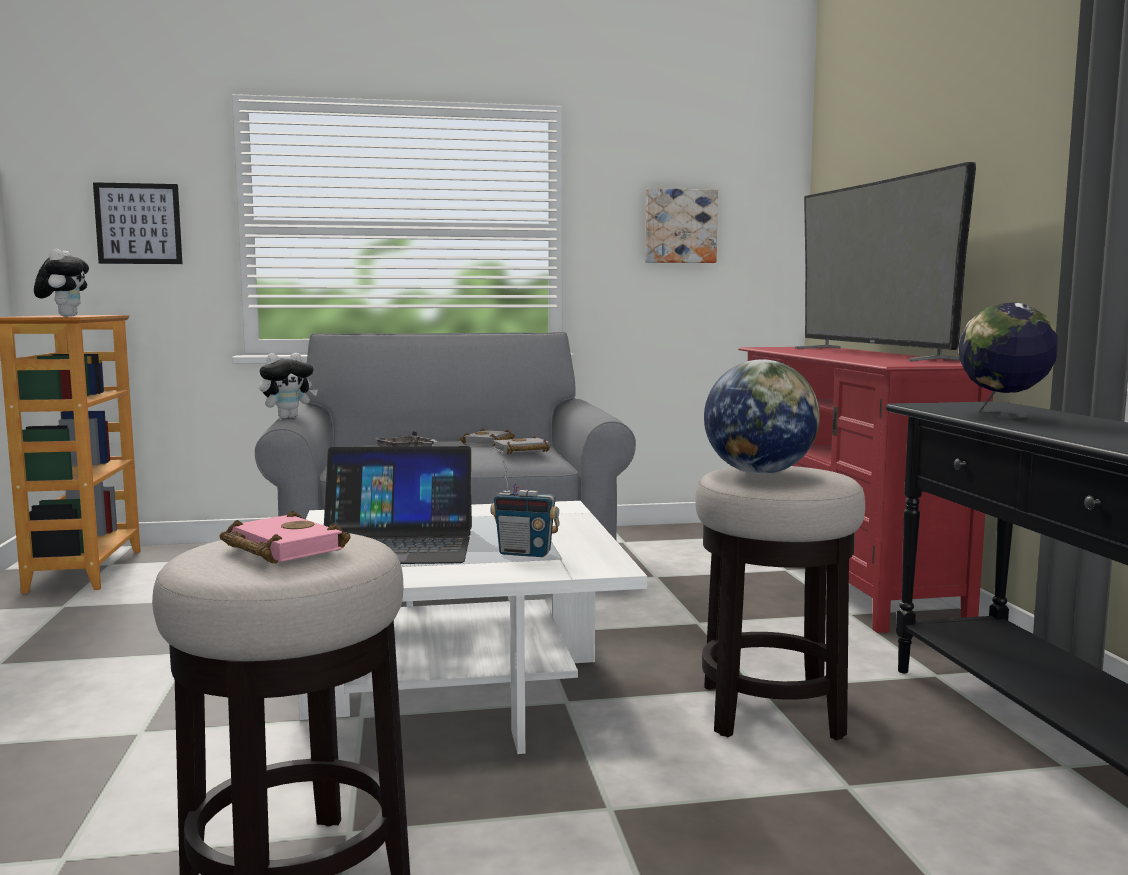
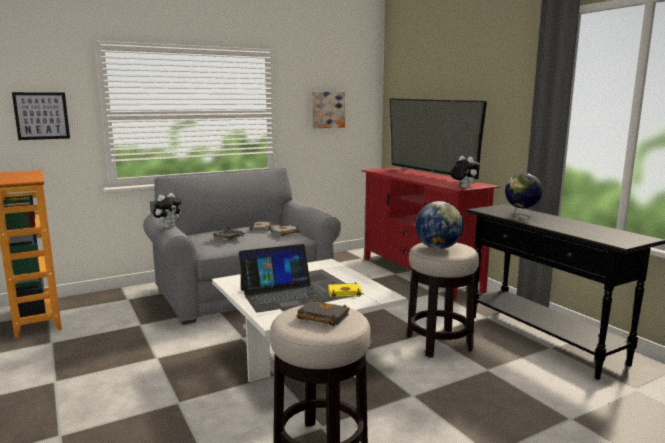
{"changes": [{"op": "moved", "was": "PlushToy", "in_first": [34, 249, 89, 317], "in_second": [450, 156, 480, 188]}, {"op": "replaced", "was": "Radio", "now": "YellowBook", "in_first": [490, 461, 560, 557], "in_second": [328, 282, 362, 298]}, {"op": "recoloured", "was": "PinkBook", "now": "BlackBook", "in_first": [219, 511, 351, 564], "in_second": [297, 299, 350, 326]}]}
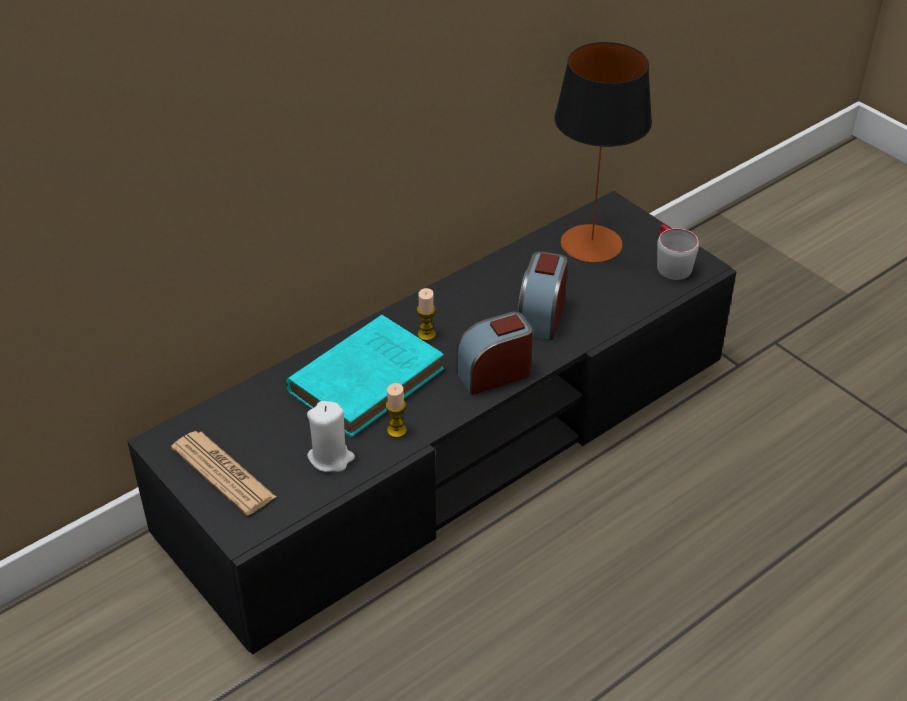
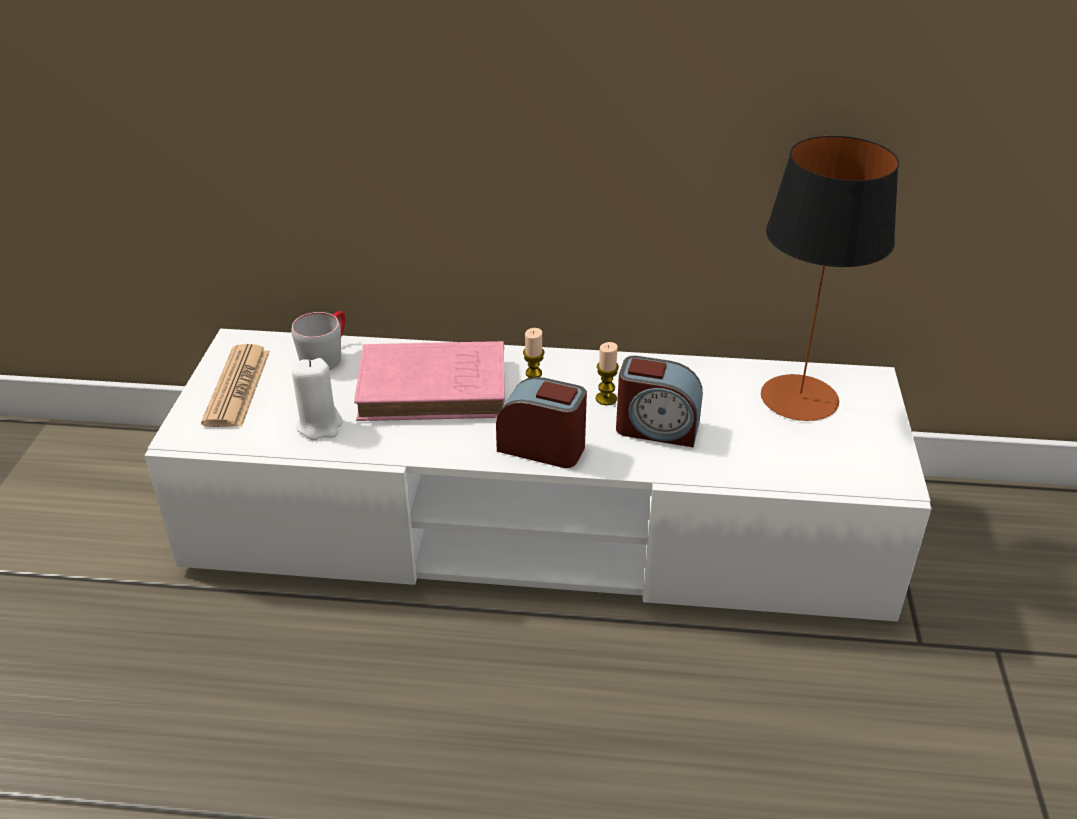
{"changes": [{"op": "moved", "was": "Candle", "in_first": [386, 383, 407, 438], "in_second": [596, 342, 619, 405]}, {"op": "moved", "was": "GreyMug", "in_first": [657, 225, 699, 280], "in_second": [291, 311, 345, 370]}, {"op": "recoloured", "was": "BlackTvStand", "now": "WhiteTvStand", "in_first": [127, 191, 737, 655], "in_second": [144, 329, 931, 622]}, {"op": "recoloured", "was": "TurquoiseBook", "now": "PinkBook", "in_first": [286, 315, 444, 437], "in_second": [354, 341, 505, 421]}, {"op": "turned", "was": "AlarmClock", "in_first": [518, 251, 568, 340], "in_second": [616, 356, 703, 447], "clockwise": -135}]}
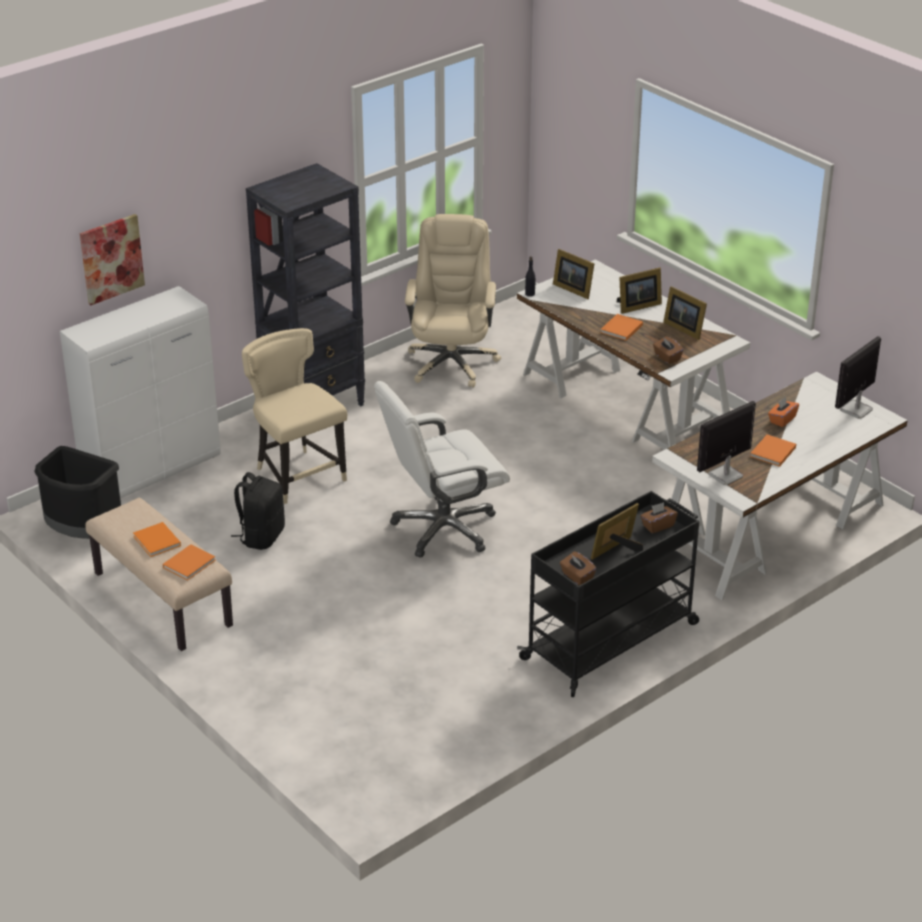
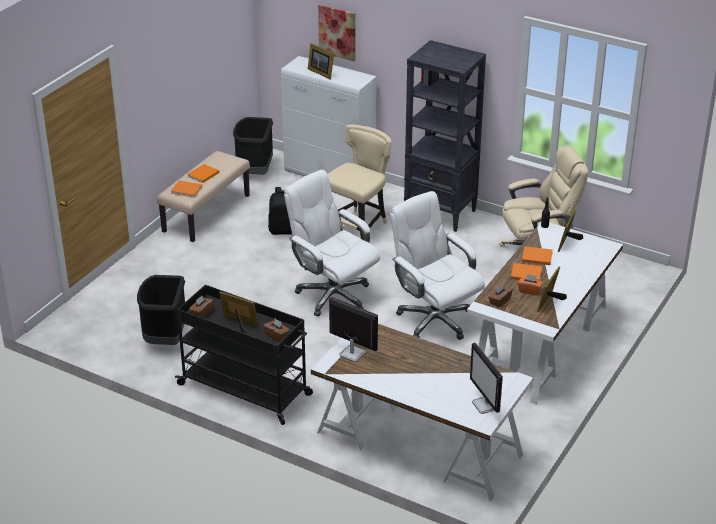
{"changes": [{"op": "added", "now": "BlackTrashCan", "in_second": [137, 275, 185, 345]}, {"op": "added", "now": "WhiteOfficeChair", "in_second": [390, 191, 485, 340]}, {"op": "moved", "was": "PictureFrame", "in_first": [617, 268, 662, 314], "in_second": [308, 43, 334, 80]}, {"op": "moved", "was": "OrangeBook", "in_first": [750, 435, 796, 467], "in_second": [522, 246, 553, 265]}, {"op": "moved", "was": "OrangeTissueBox", "in_first": [768, 397, 799, 427], "in_second": [518, 274, 543, 295]}, {"op": "turned", "was": "Monitor", "in_first": [835, 336, 881, 419], "in_second": [470, 343, 503, 414], "clockwise": -135}]}
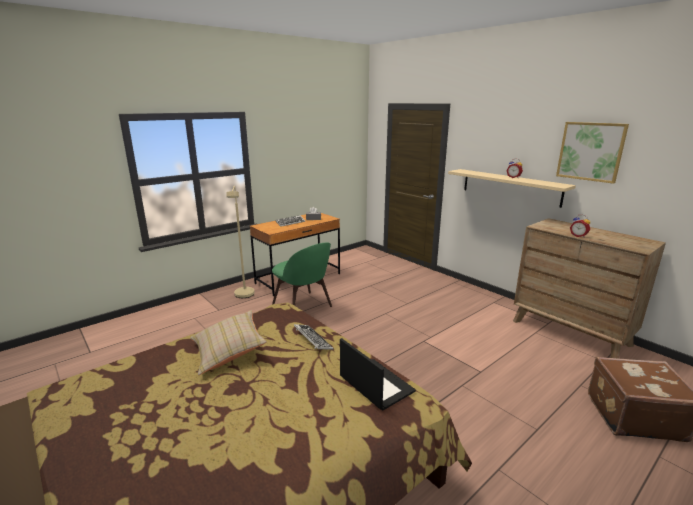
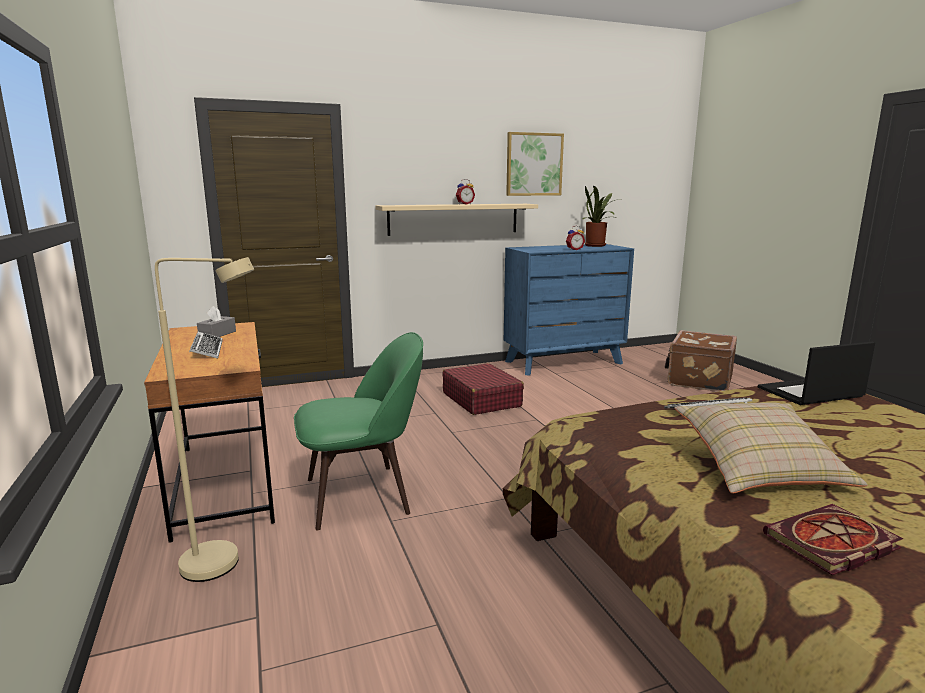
{"changes": [{"op": "added", "now": "RedSuitcase", "in_second": [442, 363, 524, 415]}, {"op": "added", "now": "PottedPlant", "in_second": [582, 186, 621, 247]}, {"op": "added", "now": "Book", "in_second": [763, 504, 903, 575]}, {"op": "recoloured", "was": "BrownDresser", "now": "BlueDresser", "in_first": [513, 218, 666, 359], "in_second": [504, 244, 634, 376]}]}
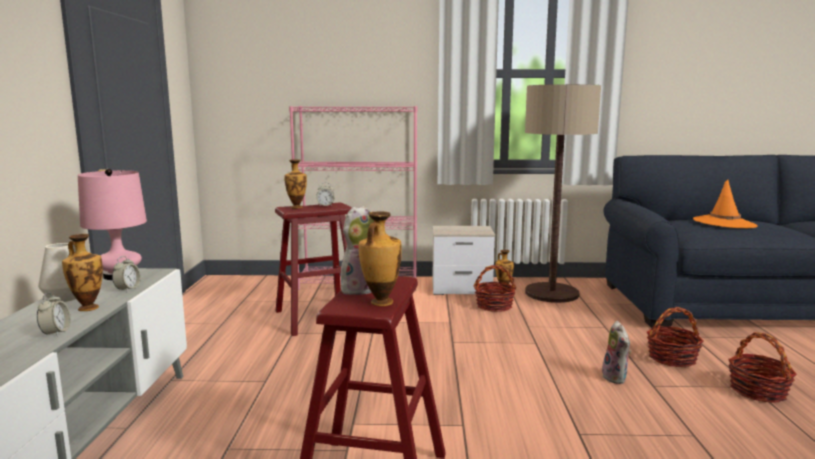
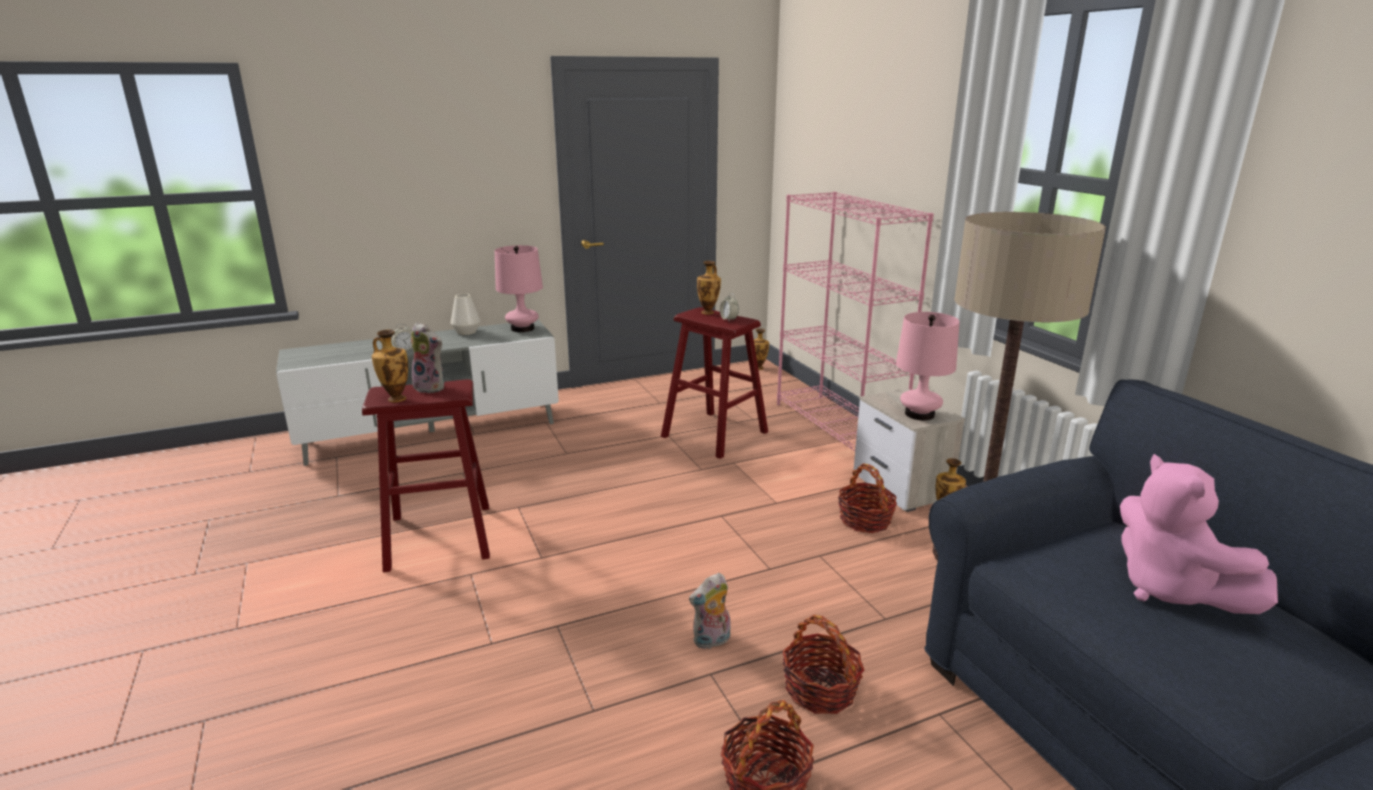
{"changes": [{"op": "removed", "was": "AlarmClock", "in_first": [112, 256, 141, 292]}, {"op": "added", "now": "PinkTableLamp", "in_second": [896, 312, 960, 420]}, {"op": "moved", "was": "Vase", "in_first": [62, 234, 103, 311], "in_second": [754, 328, 769, 370]}, {"op": "replaced", "was": "OrangeHat", "now": "PinkPlushToy", "in_first": [693, 180, 757, 228], "in_second": [1120, 454, 1278, 614]}]}
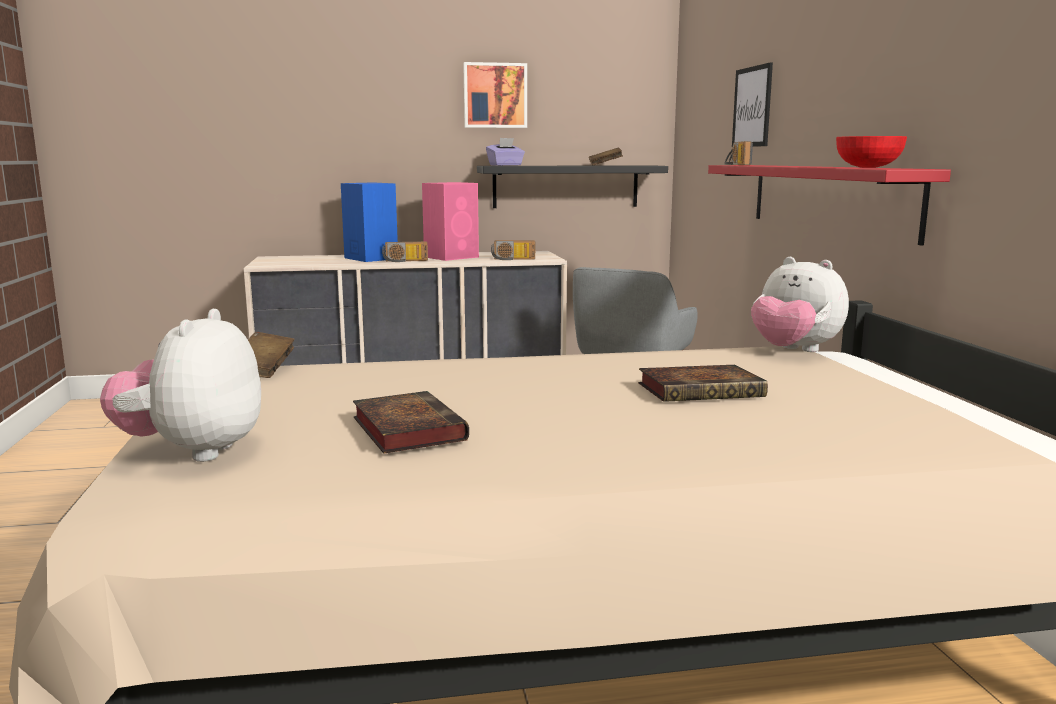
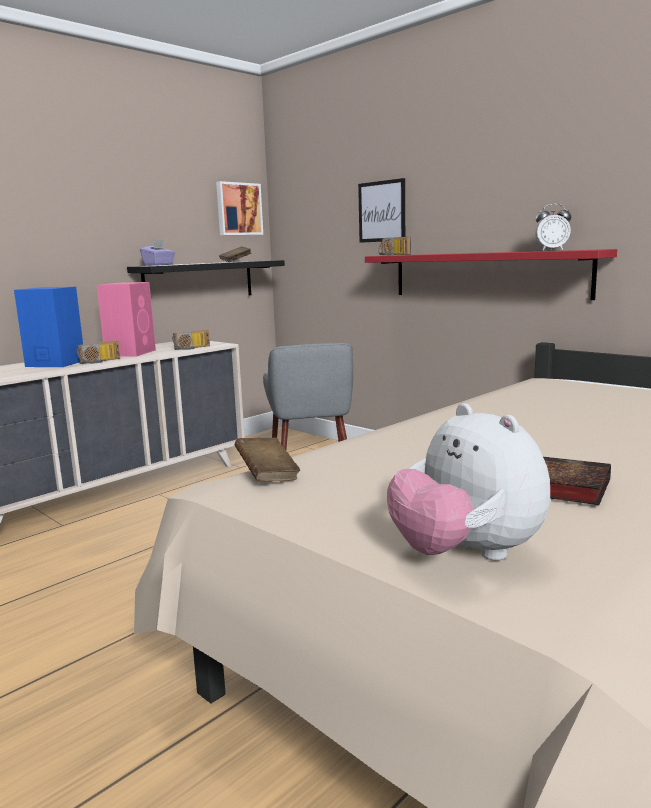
{"changes": [{"op": "removed", "was": "Book", "in_first": [638, 365, 768, 402]}, {"op": "removed", "was": "PlushToy", "in_first": [751, 257, 849, 352]}, {"op": "moved", "was": "Picture", "in_first": [463, 62, 527, 128], "in_second": [216, 181, 263, 235]}, {"op": "replaced", "was": "RedBowl", "now": "AlarmClock", "in_first": [836, 136, 907, 168], "in_second": [535, 204, 571, 251]}]}
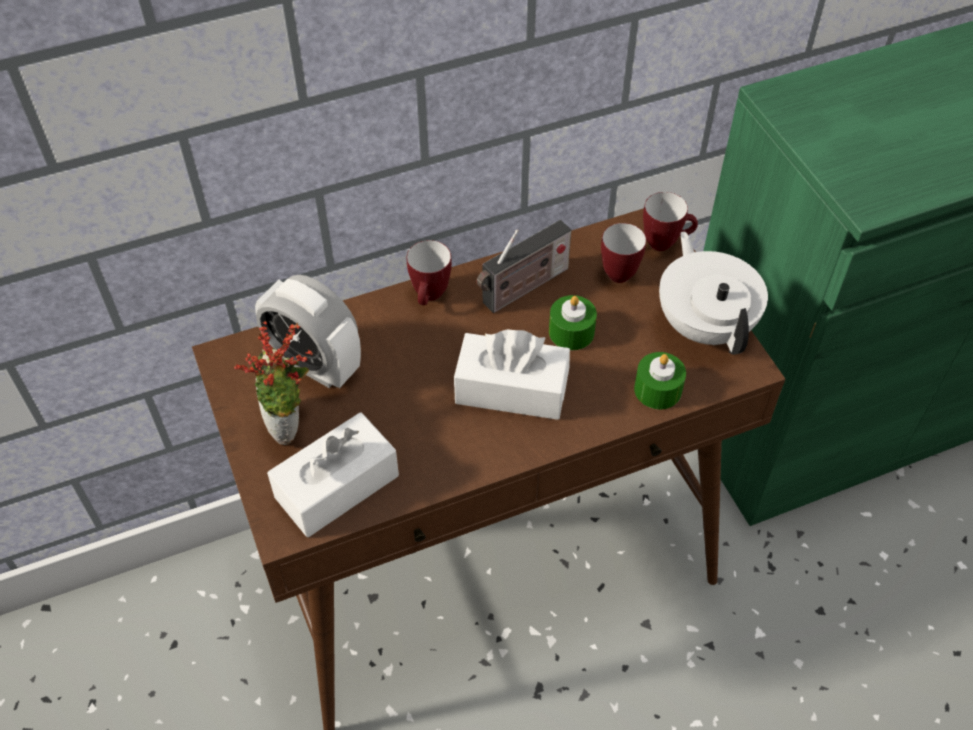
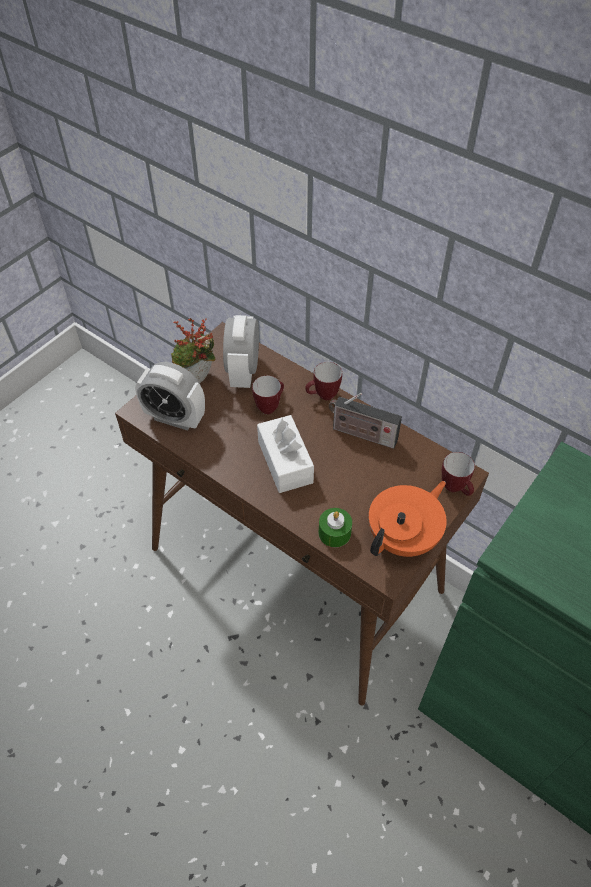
{"changes": [{"op": "removed", "was": "GreenCandle", "in_first": [549, 295, 597, 350]}, {"op": "moved", "was": "Mug", "in_first": [601, 223, 646, 283], "in_second": [252, 375, 284, 414]}, {"op": "replaced", "was": "WhiteTissueBox", "now": "AlarmClock", "in_first": [267, 412, 399, 537], "in_second": [135, 362, 205, 431]}, {"op": "recoloured", "was": "WhiteTeapot", "now": "OrangeTeapot", "in_first": [659, 232, 768, 355], "in_second": [369, 481, 447, 557]}]}
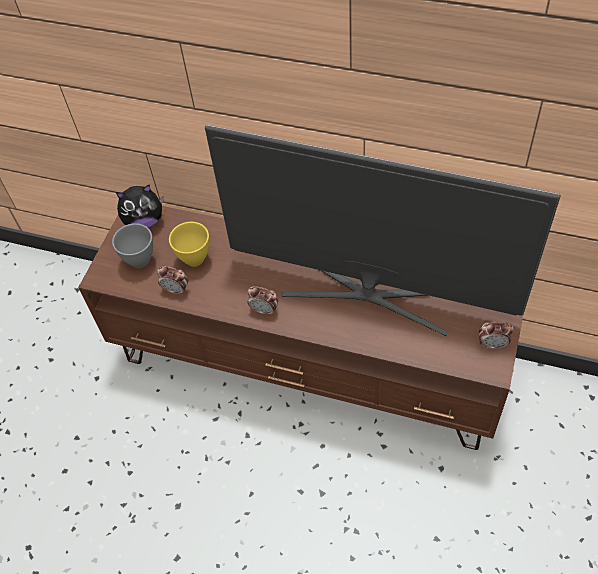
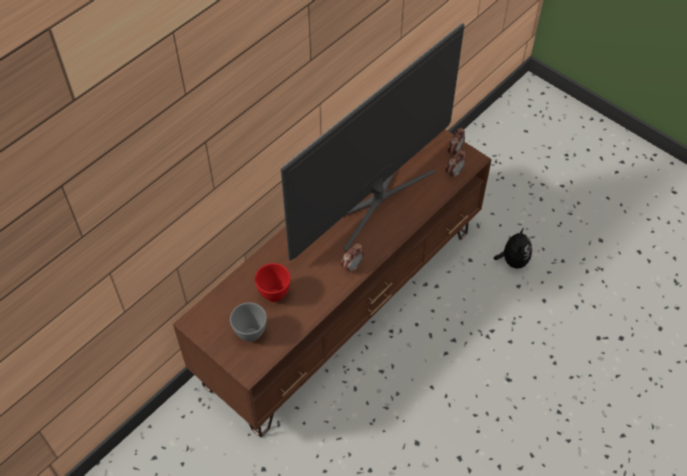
{"changes": [{"op": "moved", "was": "PlushToy", "in_first": [116, 185, 164, 228], "in_second": [494, 228, 532, 269]}, {"op": "moved", "was": "AlarmClock", "in_first": [157, 266, 188, 295], "in_second": [445, 150, 466, 179]}, {"op": "recoloured", "was": "YellowBowl", "now": "RedBowl", "in_first": [169, 222, 209, 267], "in_second": [255, 263, 291, 302]}]}
